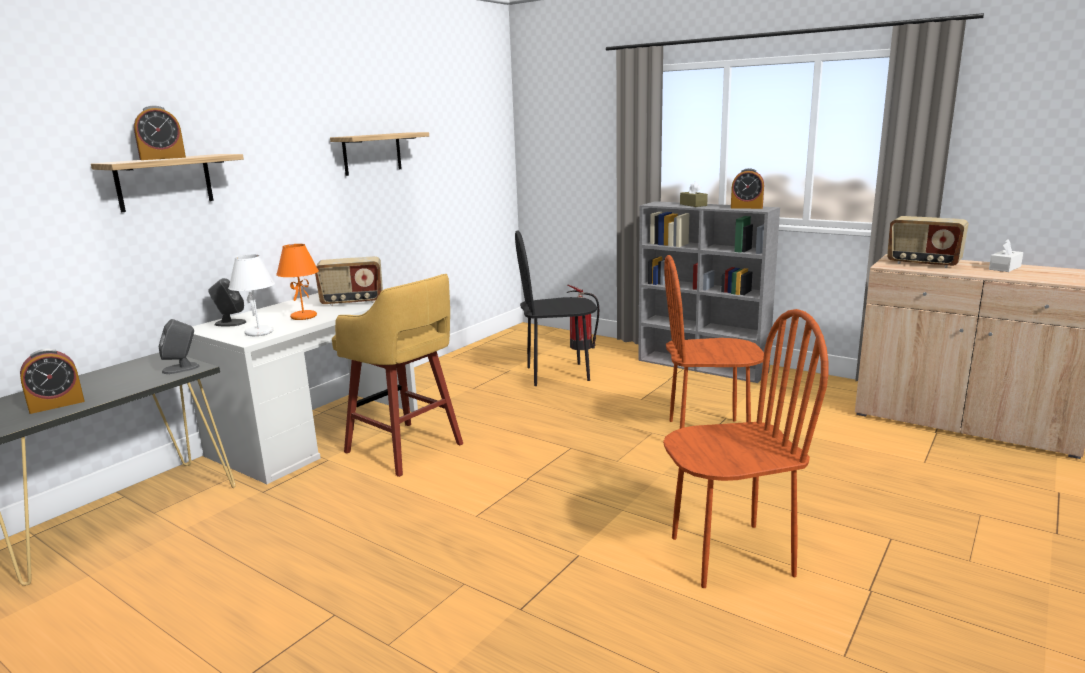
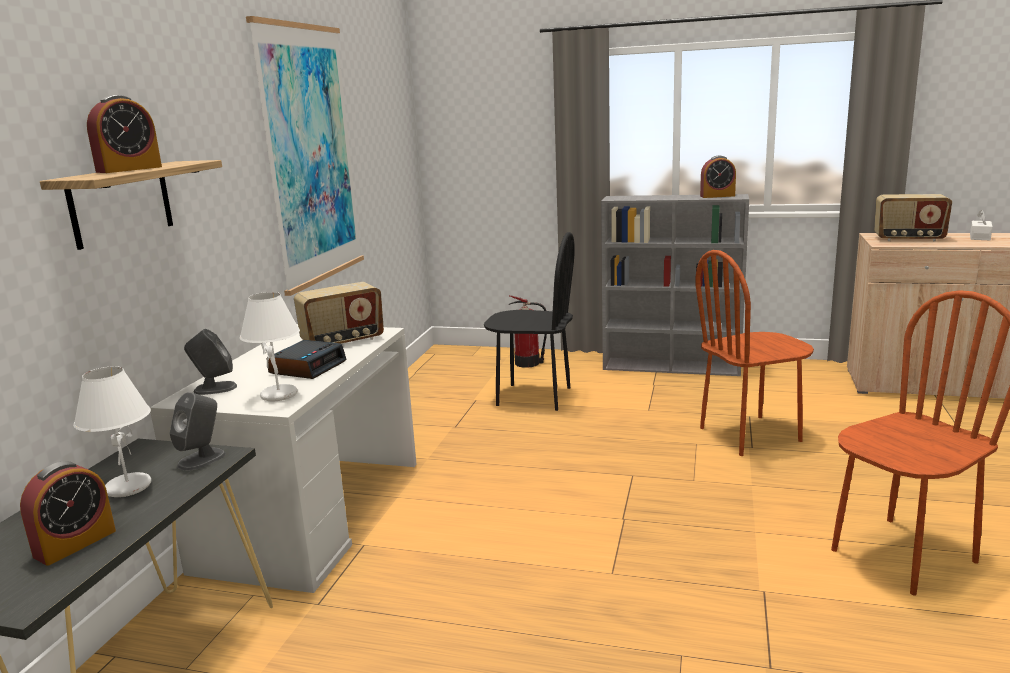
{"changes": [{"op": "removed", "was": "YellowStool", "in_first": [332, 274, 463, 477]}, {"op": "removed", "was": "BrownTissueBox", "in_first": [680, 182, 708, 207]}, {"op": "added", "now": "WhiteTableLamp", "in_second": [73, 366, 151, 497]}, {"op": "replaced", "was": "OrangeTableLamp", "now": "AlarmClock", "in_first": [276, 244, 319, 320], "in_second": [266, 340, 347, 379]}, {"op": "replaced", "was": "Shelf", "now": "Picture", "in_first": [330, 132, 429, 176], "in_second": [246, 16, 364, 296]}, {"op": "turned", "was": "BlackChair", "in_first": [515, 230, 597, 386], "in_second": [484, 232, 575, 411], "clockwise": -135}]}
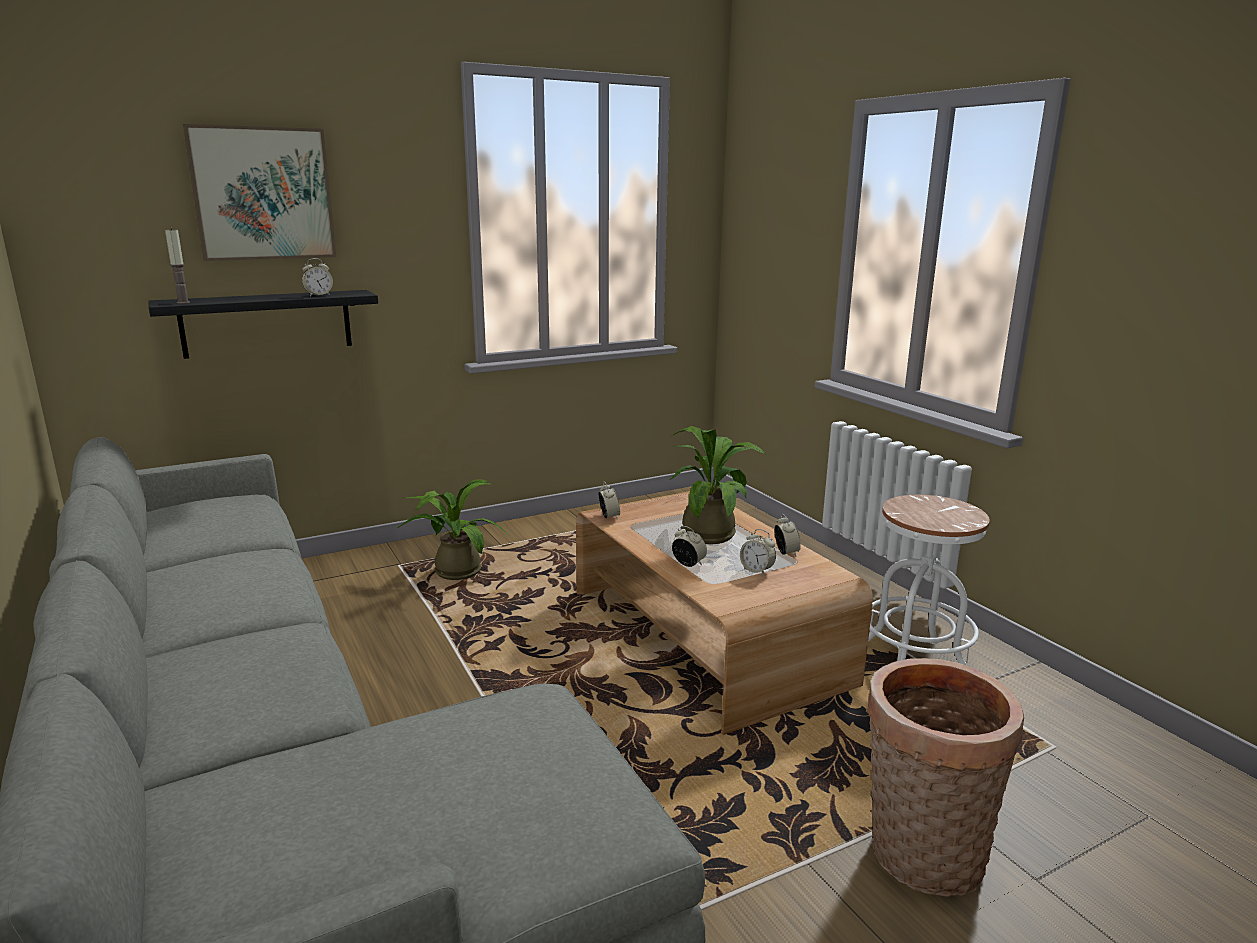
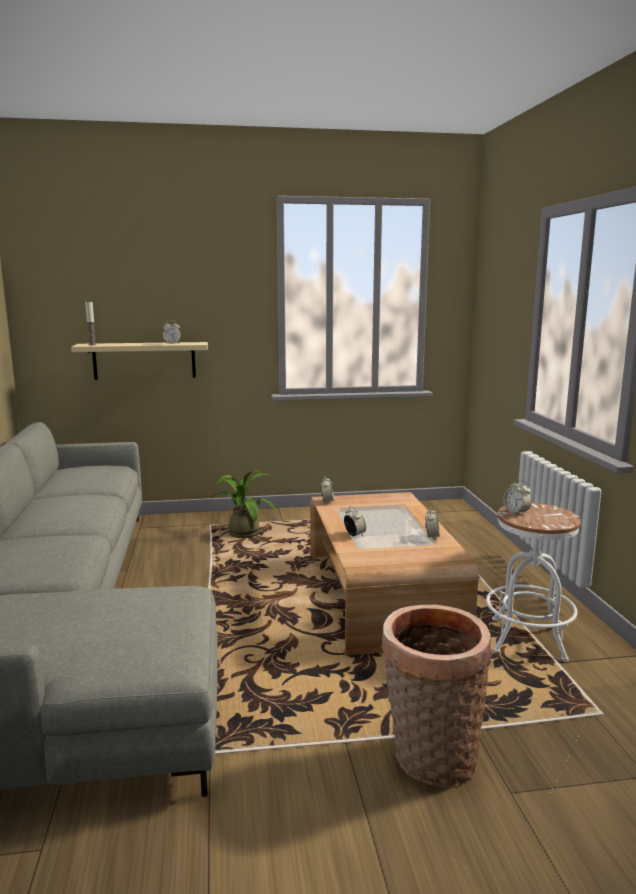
{"changes": [{"op": "removed", "was": "Picture", "in_first": [183, 124, 336, 261]}, {"op": "removed", "was": "PottedPlant", "in_first": [670, 426, 766, 544]}, {"op": "moved", "was": "AlarmClock", "in_first": [740, 529, 776, 575], "in_second": [503, 479, 532, 515]}, {"op": "recoloured", "was": "BlackShelf", "now": "BeigeShelf", "in_first": [148, 290, 378, 359], "in_second": [71, 342, 208, 380]}]}
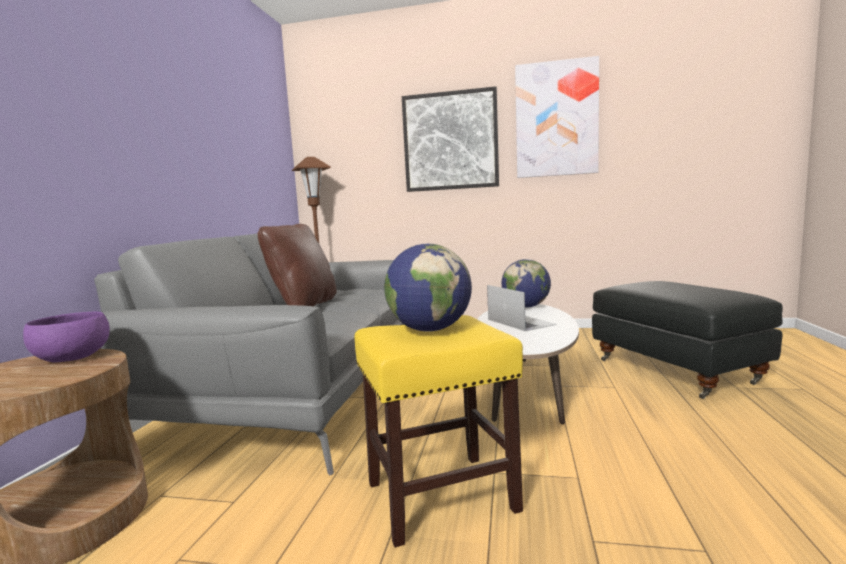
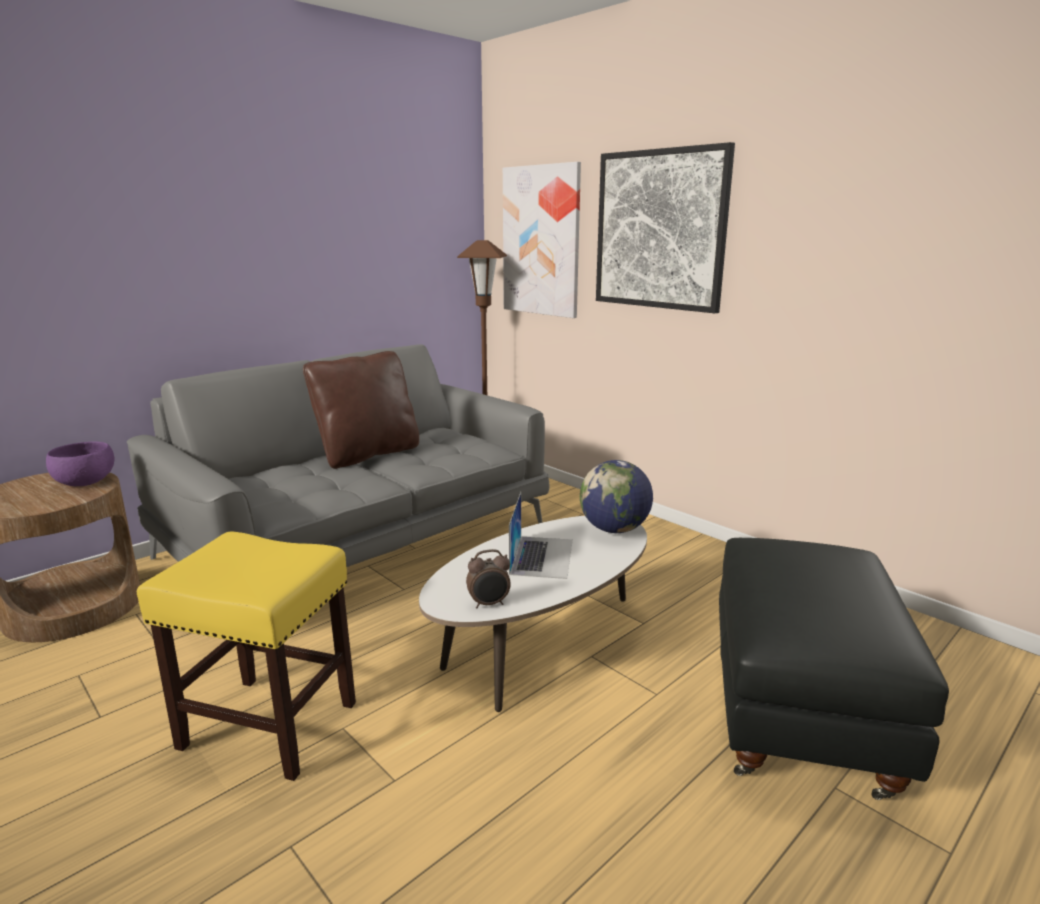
{"changes": [{"op": "removed", "was": "Globe", "in_first": [384, 244, 472, 332]}, {"op": "added", "now": "AlarmClock", "in_second": [466, 549, 511, 608]}, {"op": "moved", "was": "Picture", "in_first": [515, 56, 599, 178], "in_second": [503, 162, 581, 318]}]}
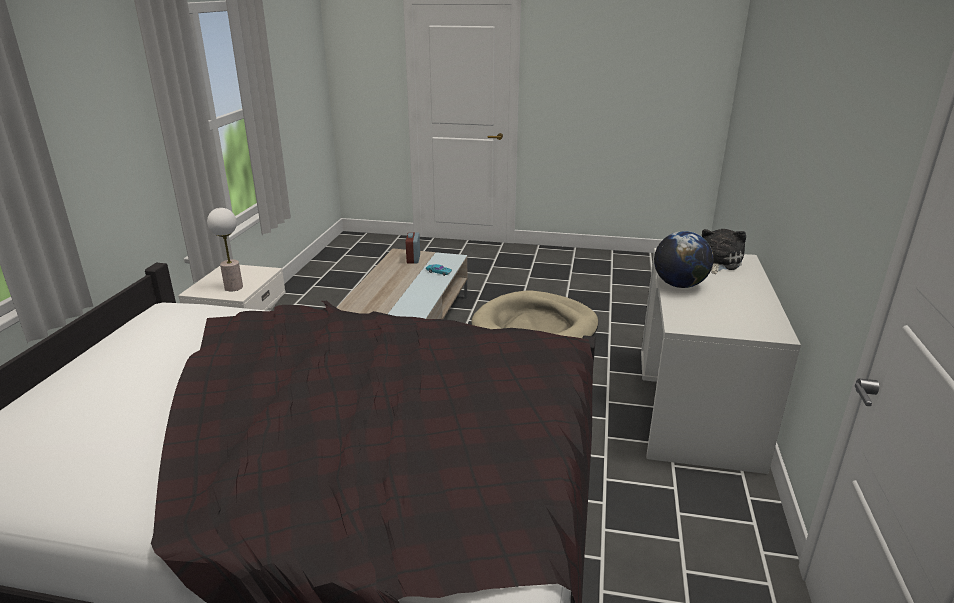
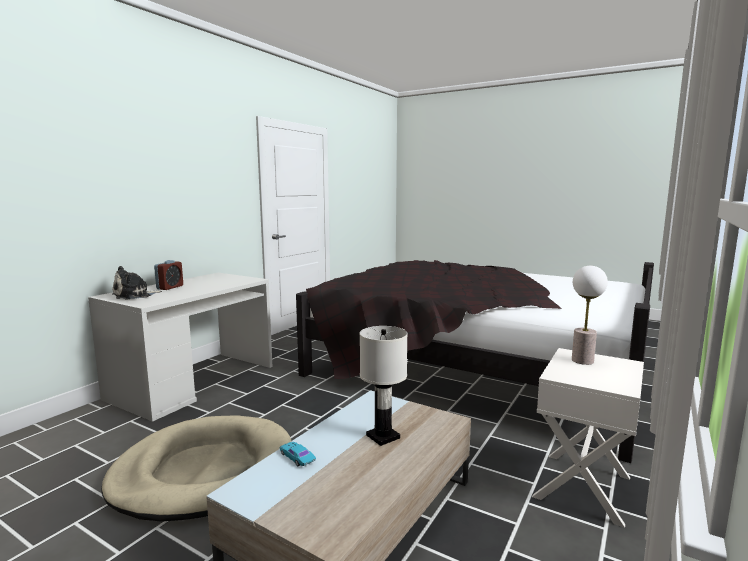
{"changes": [{"op": "removed", "was": "Globe", "in_first": [654, 231, 714, 288]}, {"op": "added", "now": "WhiteTableLamp", "in_second": [360, 326, 408, 446]}, {"op": "moved", "was": "AlarmClock", "in_first": [406, 233, 420, 263], "in_second": [154, 260, 183, 290]}]}
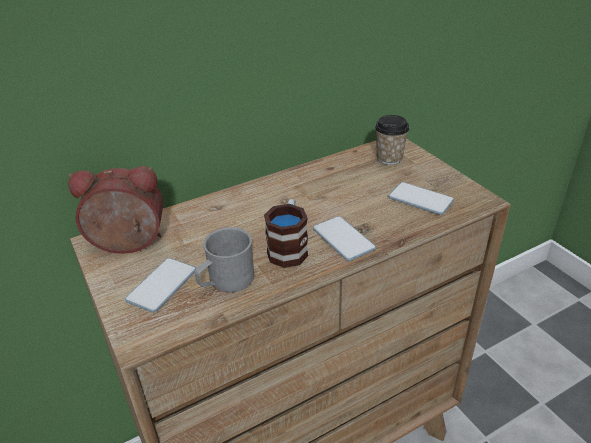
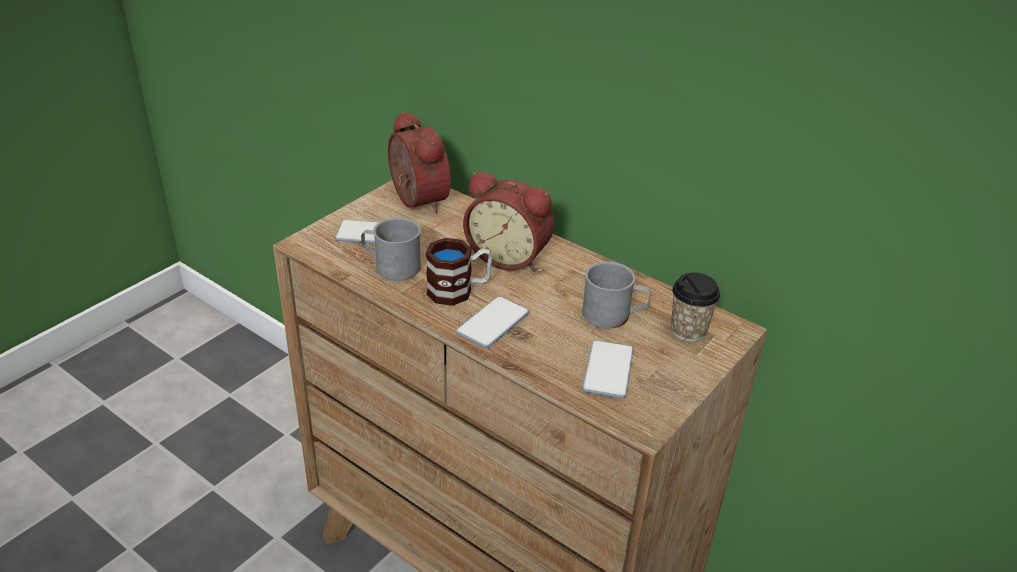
{"changes": [{"op": "added", "now": "AlarmClock", "in_second": [463, 172, 554, 272]}, {"op": "added", "now": "GreyMug", "in_second": [582, 261, 651, 329]}]}
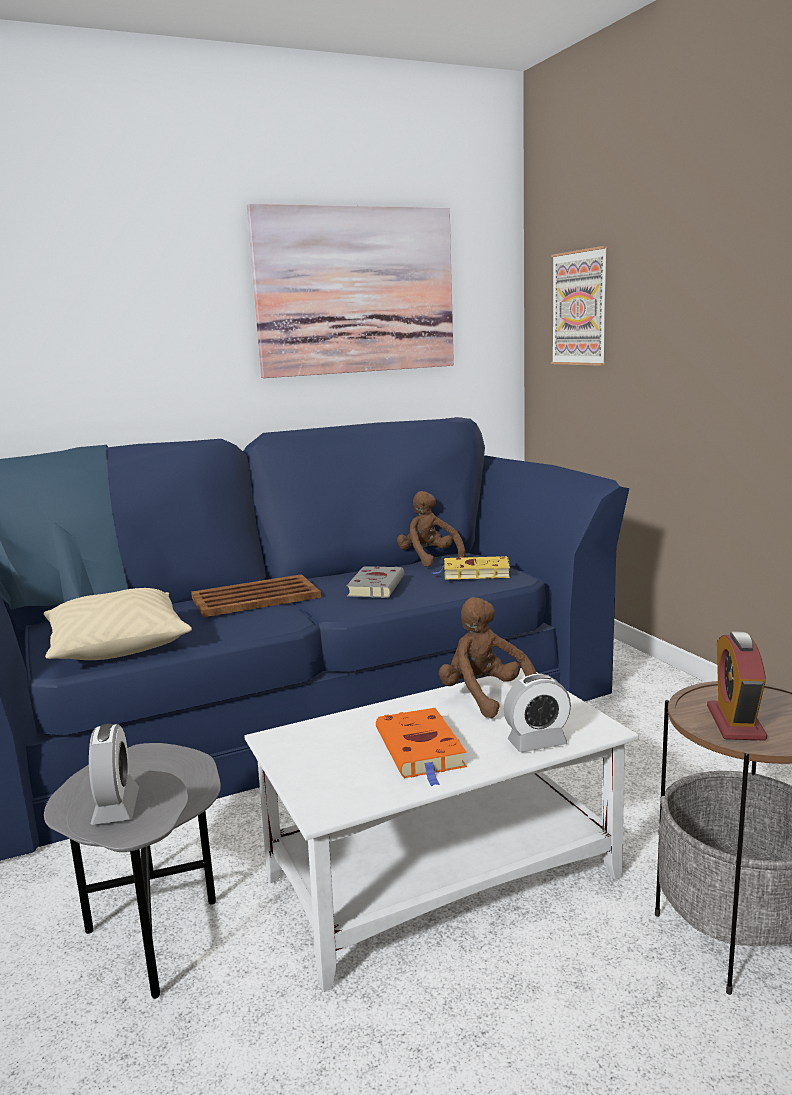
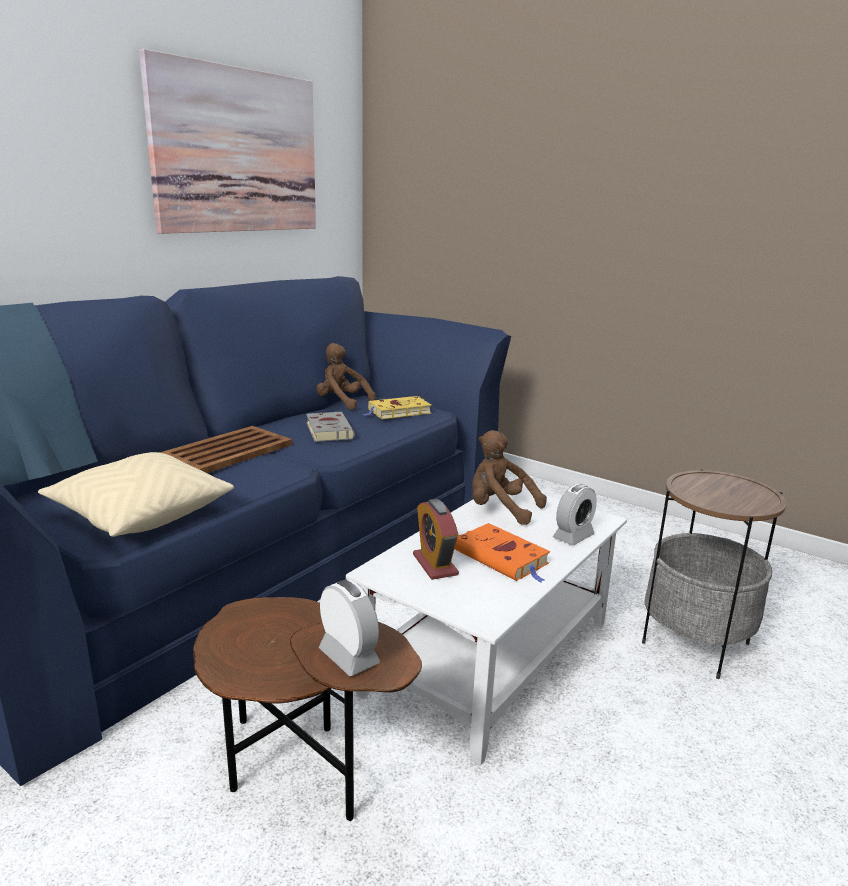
{"changes": [{"op": "removed", "was": "Picture", "in_first": [551, 246, 608, 366]}, {"op": "moved", "was": "AlarmClock", "in_first": [707, 632, 767, 741], "in_second": [413, 499, 459, 580]}, {"op": "recoloured", "was": "GreySideTable", "now": "BrownSideTable", "in_first": [44, 743, 221, 999], "in_second": [193, 597, 422, 821]}]}
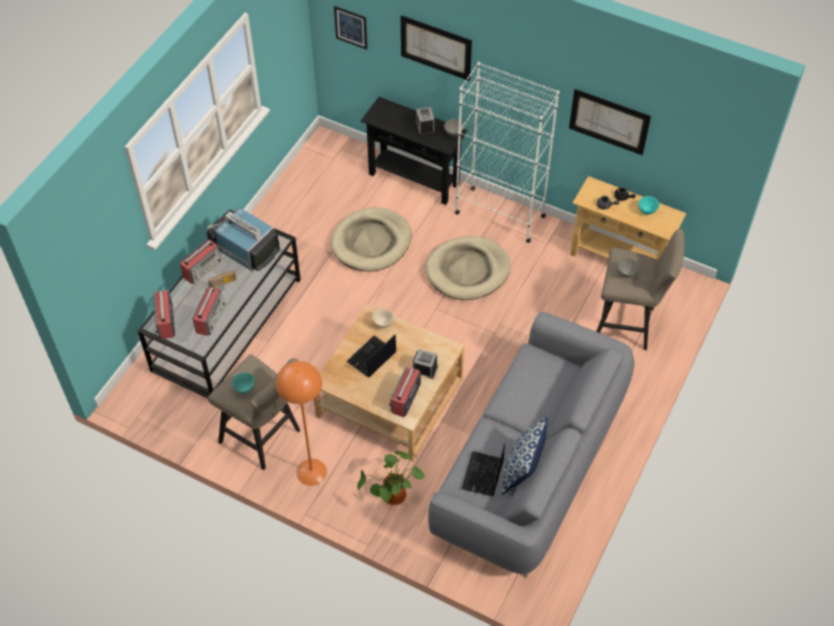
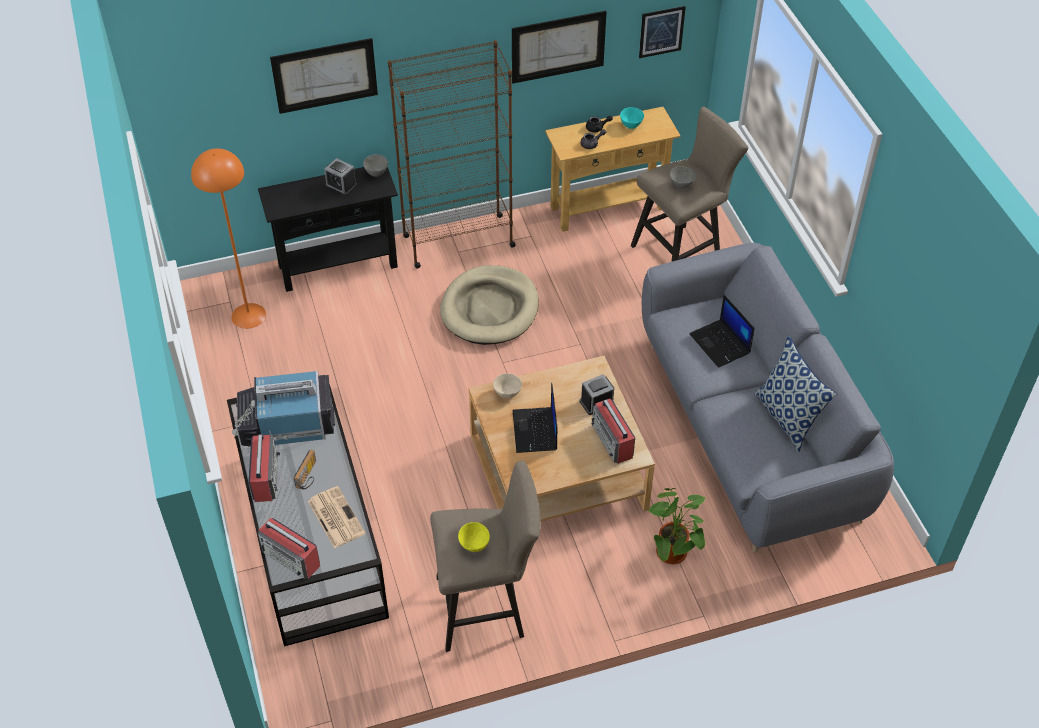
{"changes": [{"op": "removed", "was": "BeigeDogBed", "in_first": [331, 207, 411, 271]}, {"op": "moved", "was": "OrangeFloorLamp", "in_first": [276, 361, 327, 486], "in_second": [191, 148, 266, 329]}, {"op": "moved", "was": "Picture", "in_first": [334, 6, 367, 50], "in_second": [639, 6, 686, 58]}, {"op": "moved", "was": "Laptop", "in_first": [462, 443, 505, 497], "in_second": [689, 295, 755, 368]}, {"op": "replaced", "was": "Radio", "now": "Newspaper", "in_first": [192, 287, 225, 336], "in_second": [308, 486, 366, 549]}, {"op": "recoloured", "was": "TurquoiseBowl", "now": "YellowBowl", "in_first": [232, 372, 255, 394], "in_second": [458, 522, 490, 552]}, {"op": "recoloured", "was": "WhiteBookcase", "now": "BrownBookcase", "in_first": [455, 62, 559, 243], "in_second": [388, 40, 516, 268]}]}
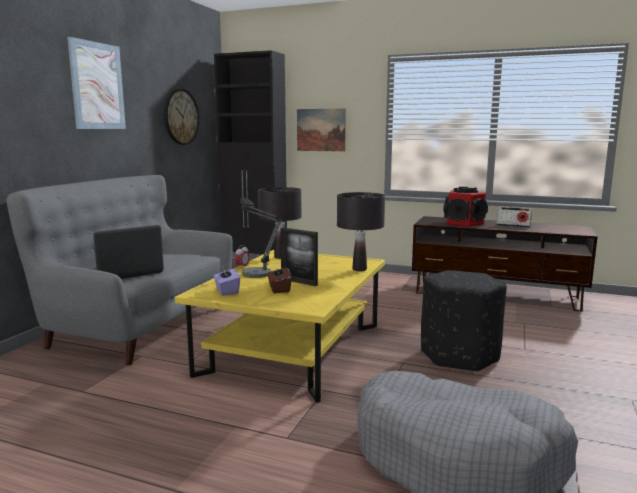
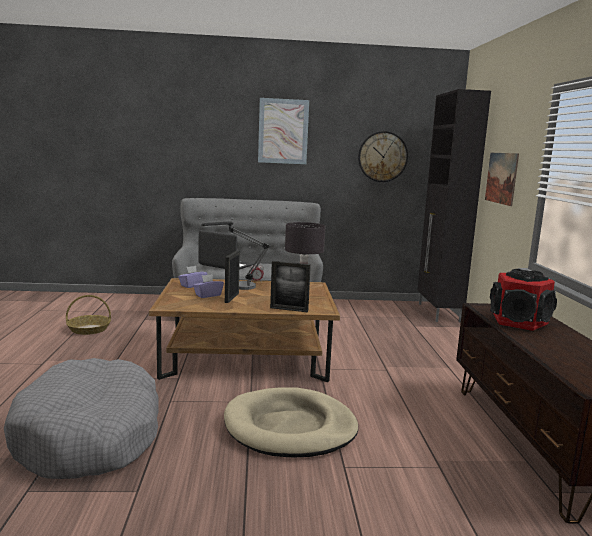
{"changes": [{"op": "removed", "was": "Radio", "in_first": [496, 207, 532, 228]}, {"op": "added", "now": "Basket", "in_second": [66, 295, 111, 335]}, {"op": "replaced", "was": "BlackTableLamp", "now": "PictureFrame", "in_first": [337, 192, 385, 271], "in_second": [270, 261, 311, 312]}, {"op": "replaced", "was": "BlackOttoman", "now": "BeigeDogBed", "in_first": [421, 270, 507, 372], "in_second": [224, 387, 358, 457]}, {"op": "recoloured", "was": "YellowCoffeeTable", "now": "BrownCoffeeTable", "in_first": [175, 250, 385, 403], "in_second": [149, 278, 340, 382]}, {"op": "recoloured", "was": "BrownTissueBox", "now": "PurpleTissueBox", "in_first": [267, 264, 292, 293], "in_second": [193, 274, 224, 298]}]}
